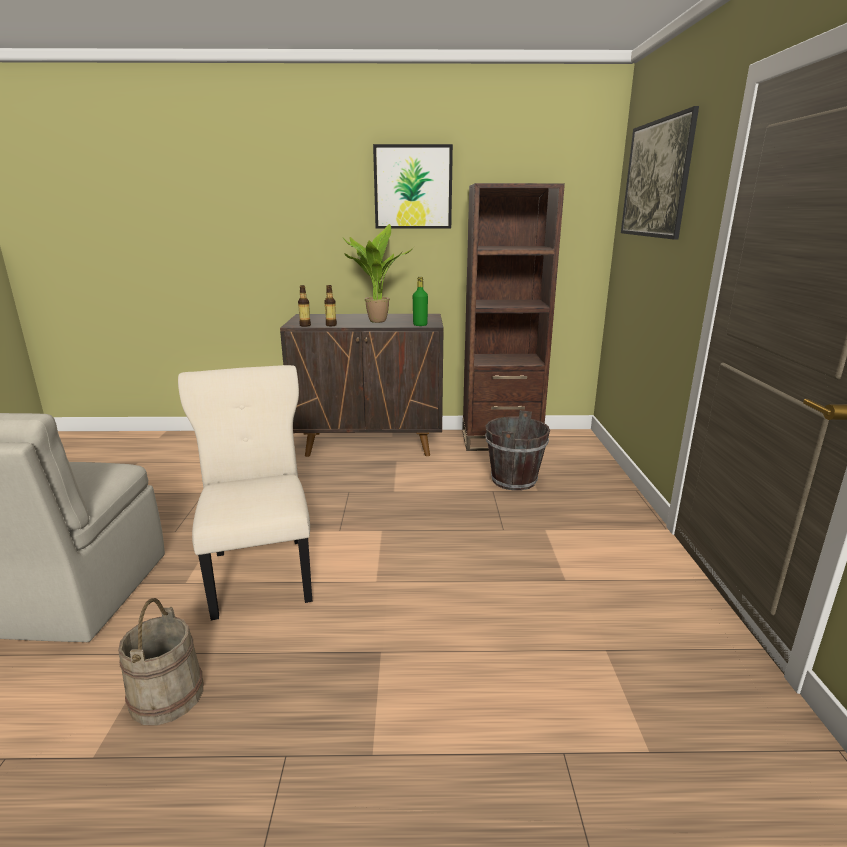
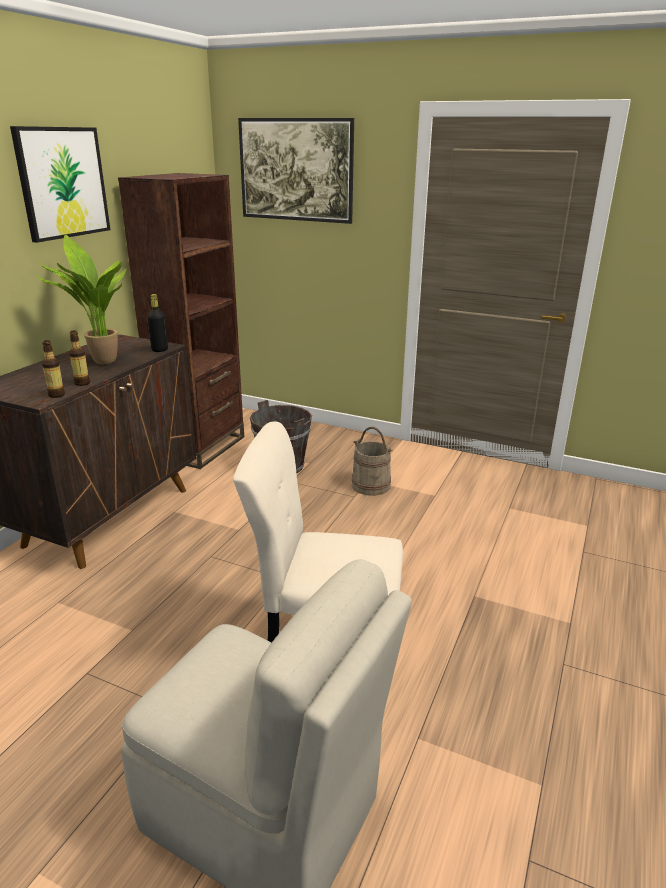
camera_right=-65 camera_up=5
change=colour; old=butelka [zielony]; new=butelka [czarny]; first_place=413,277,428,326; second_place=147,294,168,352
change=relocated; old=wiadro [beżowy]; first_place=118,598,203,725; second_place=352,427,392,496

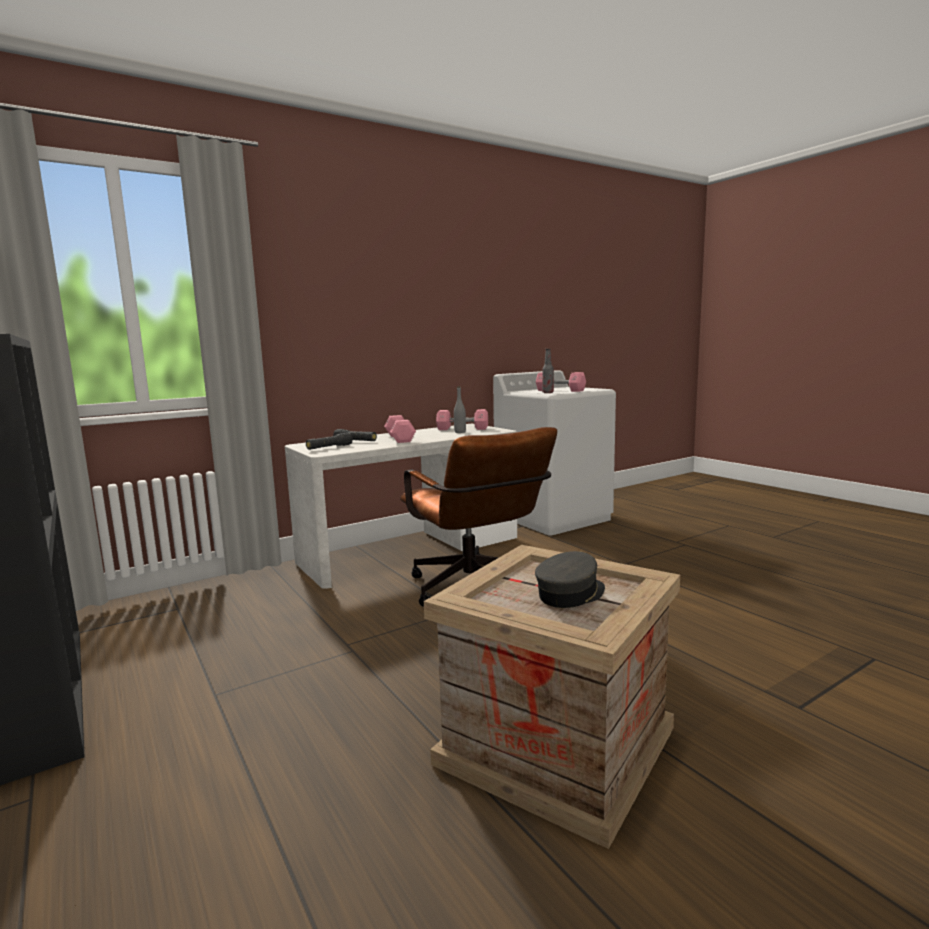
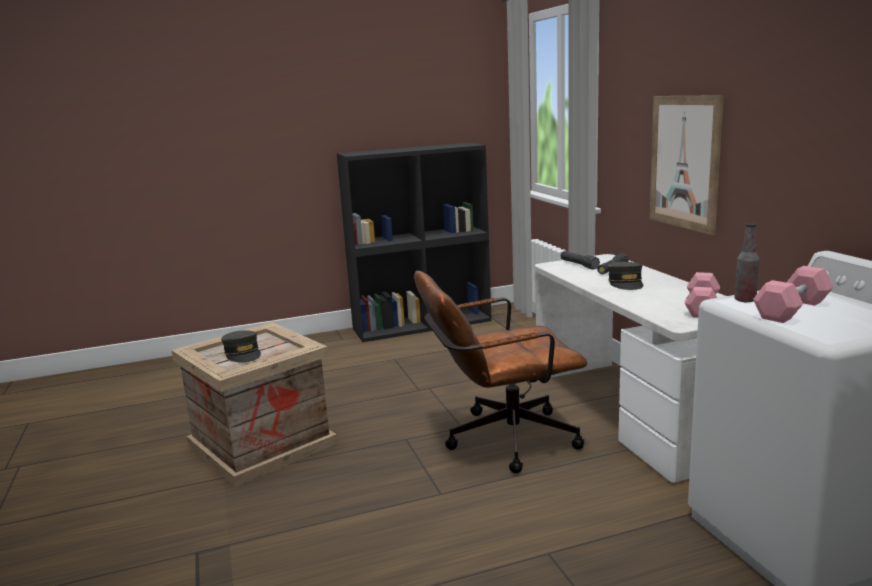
camera_right=105 camera_up=5
change=exchanged; old=hantel [różowy]; new=czapka z daszkiem [szary]; first_place=384,415,416,443; second_place=608,262,643,290
change=appeared; new=obraz; second_place=650,95,724,235
change=missing; old=butelka [szary]; first_place=454,387,466,433

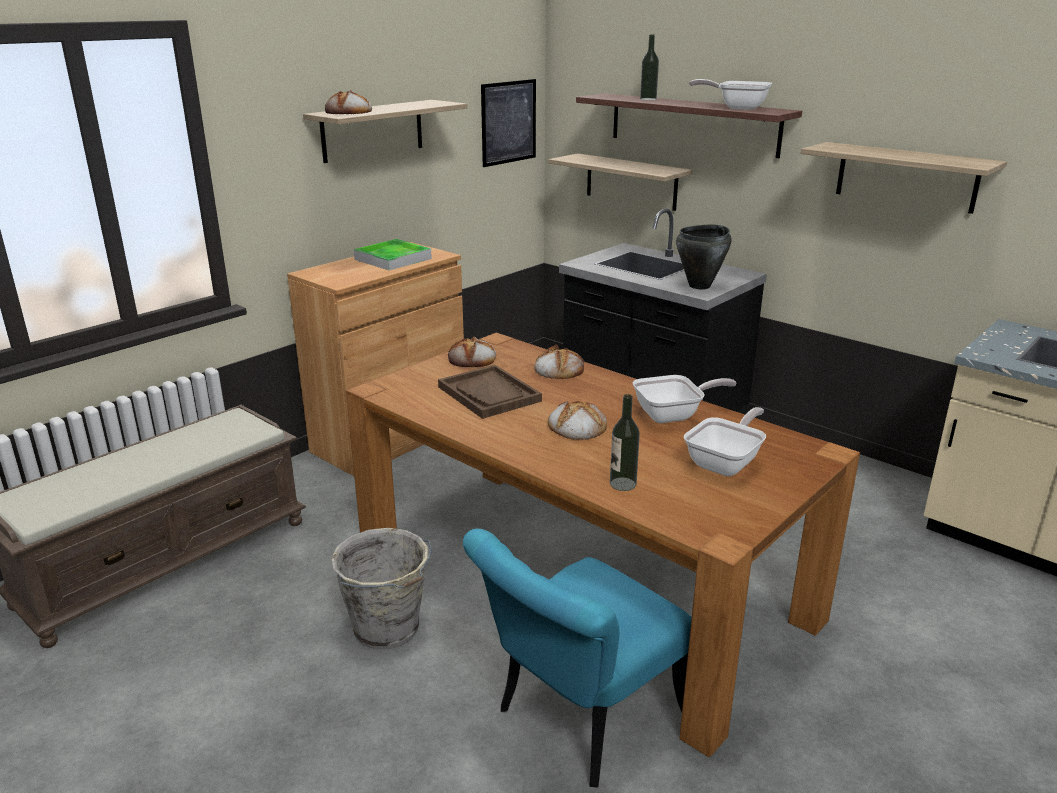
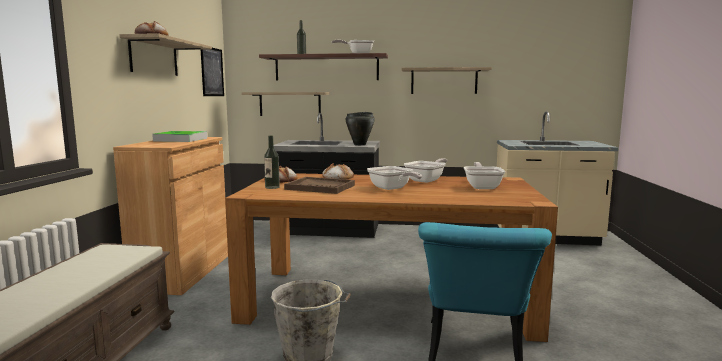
camera_right=-35 camera_up=-15
change=relocated; old=butelka; first_place=610,394,640,491; second_place=264,135,280,189
change=exchanged; old=chleb; new=patelnia; first_place=548,401,607,440; second_place=367,166,422,190

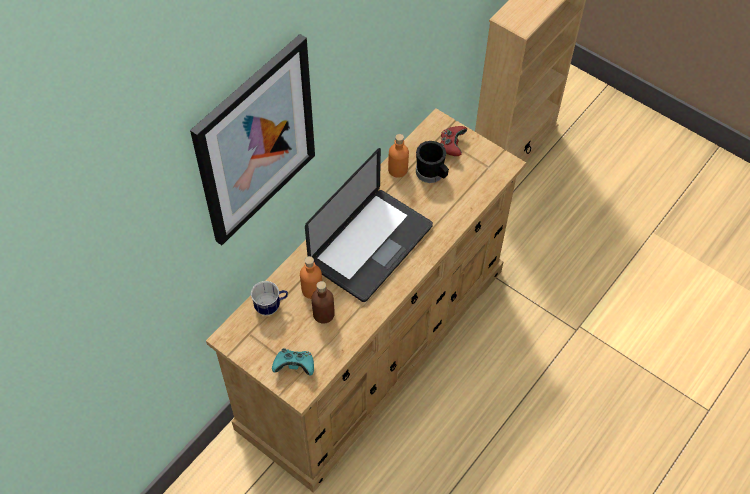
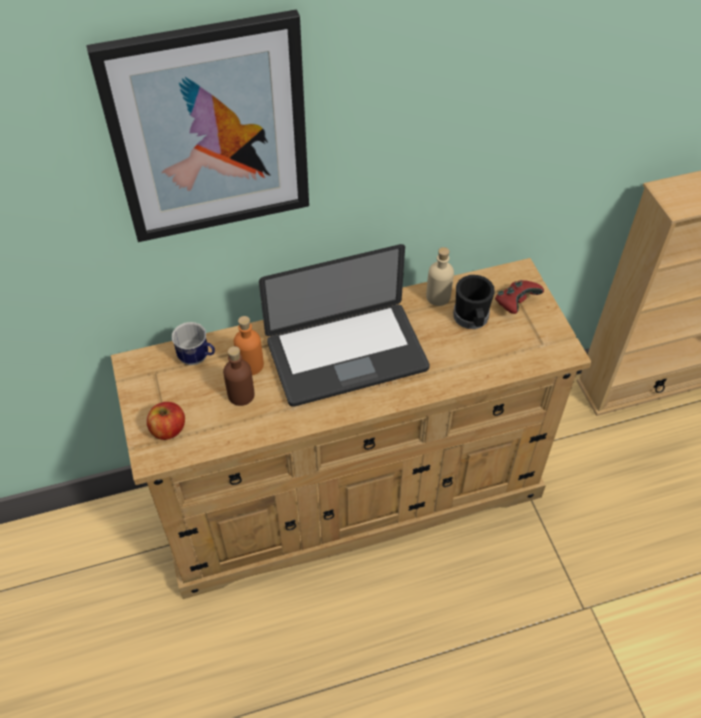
camera_right=35 camera_up=-5
change=exchanged; old=pad do gier [turkusowy]; new=jabłko; first_place=272,348,314,375; second_place=147,402,185,440
change=colour; old=butelka [pomarańczowy]; new=butelka [beżowy]; first_place=388,134,409,178; second_place=426,247,454,306

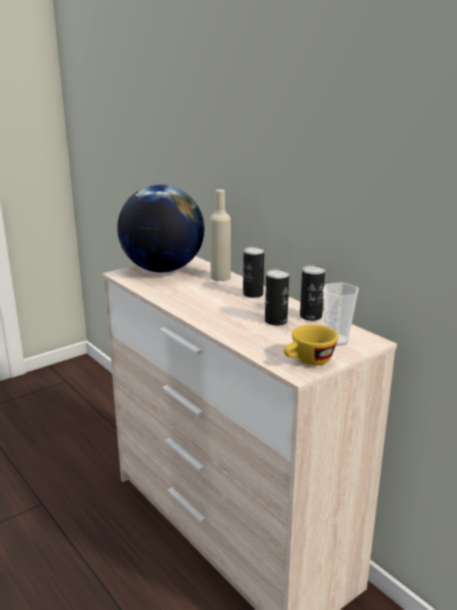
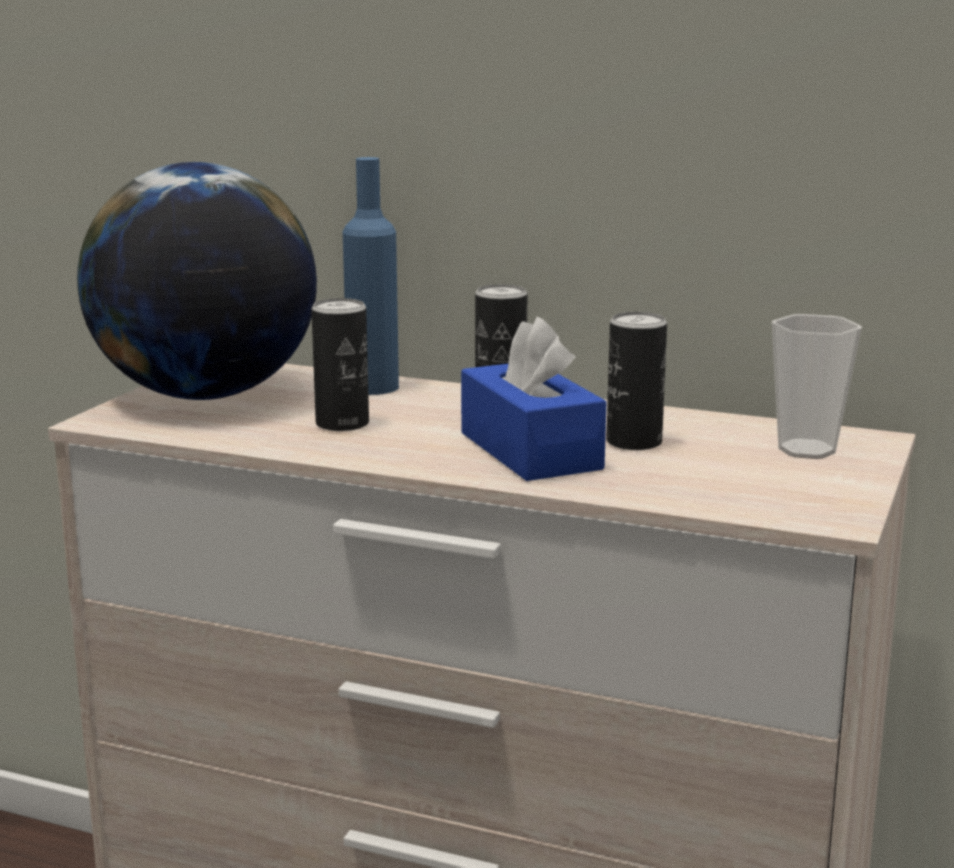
camera_right=-30 camera_up=-5
change=relocated; old=puszka; first_place=300,265,325,321; second_place=311,298,369,431
change=colour; old=butelka [beżowy]; new=butelka [niebieski]; first_place=210,189,231,281; second_place=343,157,399,395
change=appeared; new=pudełko chusteczek [niebieski]; second_place=461,317,606,481
change=missing; old=filiżanka [żółty]; first_place=284,324,338,366

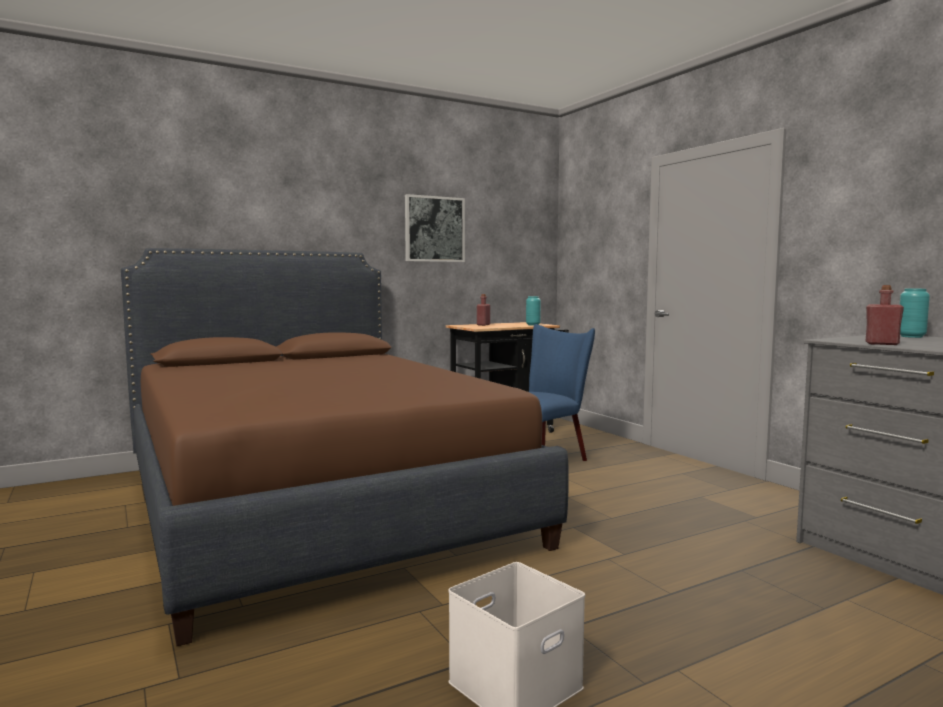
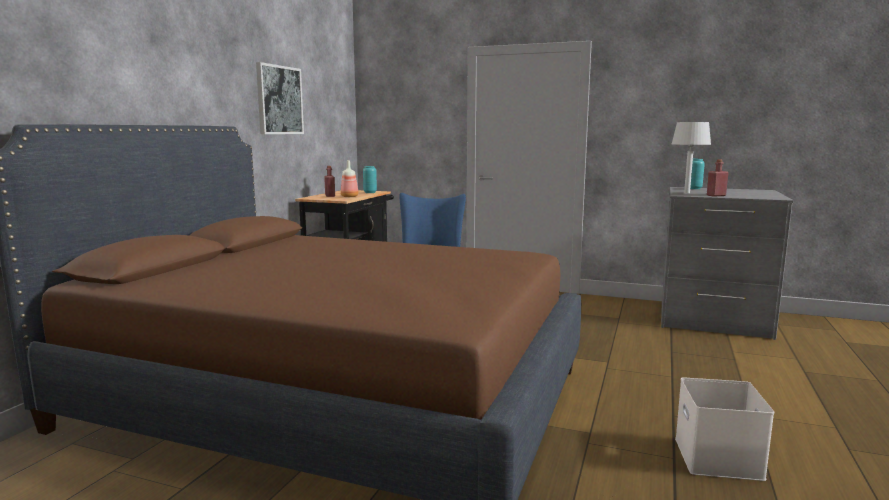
camera_right=-40 camera_up=5
change=appeared; new=butelka; second_place=341,160,359,197
change=appeared; new=lampa stołowa [szary]; second_place=672,122,711,193

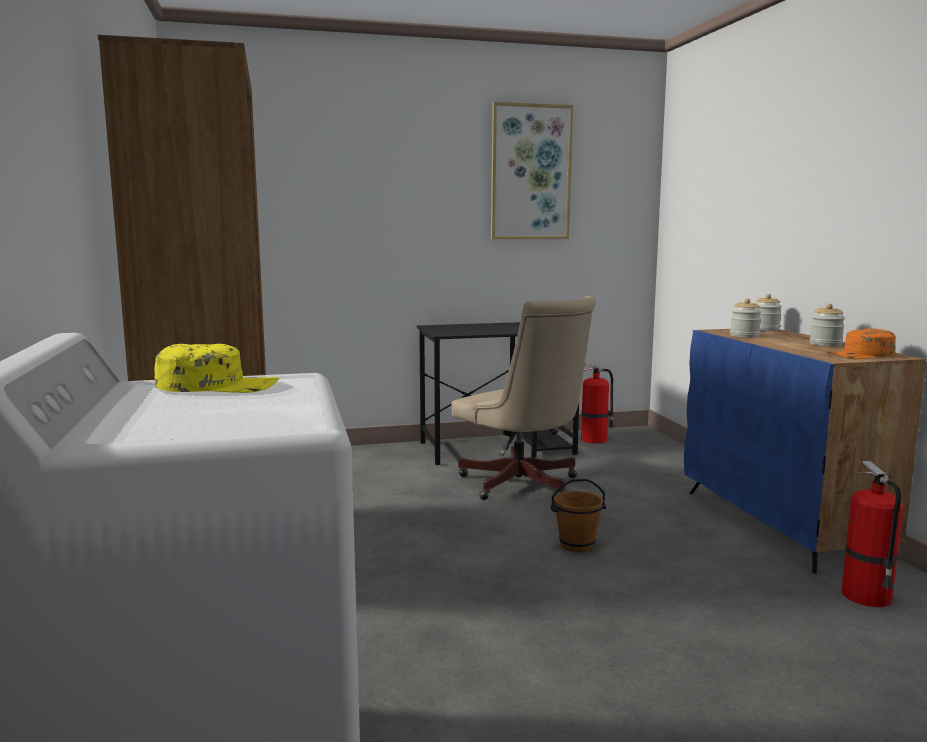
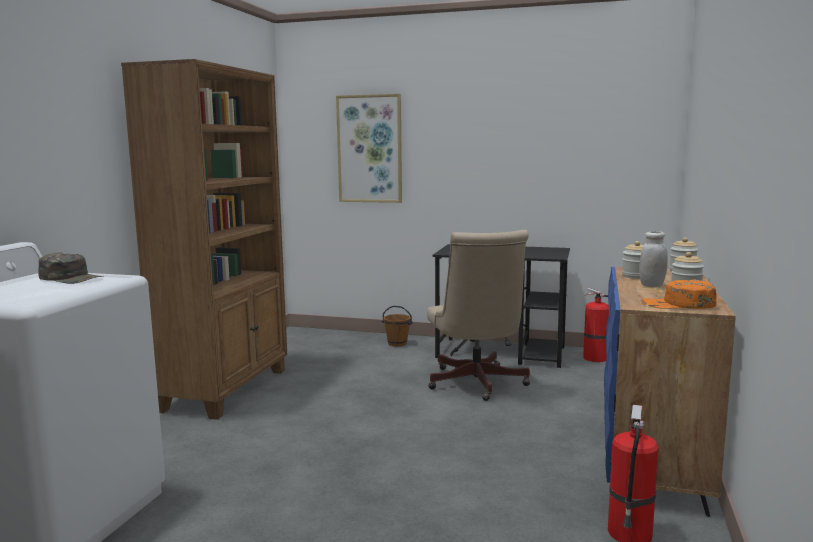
camera_right=30 camera_up=0
change=colour; old=czapka z daszkiem [żółty]; new=czapka z daszkiem [zielony]; first_place=154,344,279,393; second_place=38,253,103,284
change=relocated; old=obraz; first_place=491,102,573,239; second_place=336,94,402,203
change=relocated; old=wiadro [brązowy]; first_place=550,479,606,552; second_place=382,306,413,347
change=appeared; new=słoik [biały]; second_place=639,231,668,287

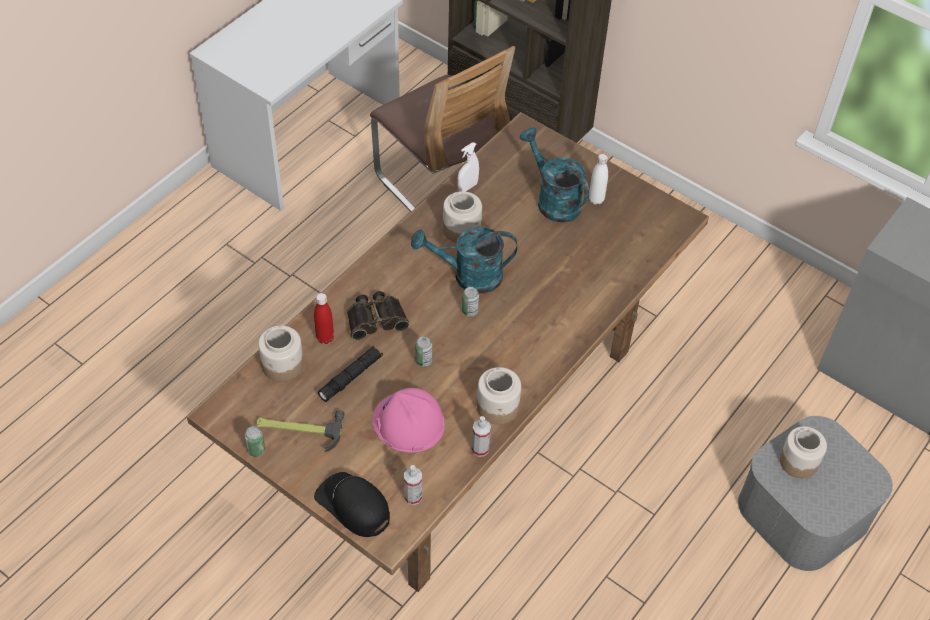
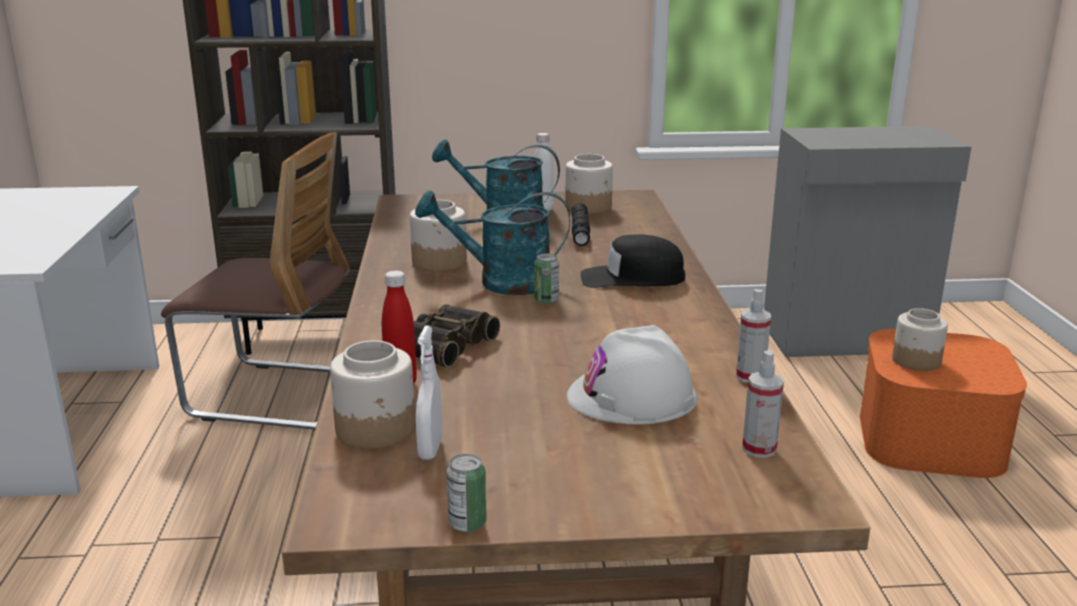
camera_right=-40 camera_up=-30
change=spun; old=konewka [turkusowy]; first_place=411,227,517,294; second_place=415,190,570,295; degrees=45
change=relocated; old=spryskiwacz [biały]; first_place=457,142,479,192; second_place=416,326,442,460
change=relocated; old=słoik; first_place=477,367,521,425; second_place=565,154,613,214
change=colour; old=kask [różowy]; new=kask [biały]; first_place=372,388,445,453; second_place=567,325,697,425
change=relocated; old=latarka [czarny]; first_place=318,346,383,402; second_place=572,203,590,246
change=relocated; old=czapka z daszkiem [czarny]; first_place=314,472,390,537; second_place=581,234,685,288
change=colour; old=pojemnik do przechowywania [szary]; new=pojemnik do przechowywania [pomarańczowy]; first_place=738,416,893,571; second_place=860,329,1027,478
change=missing; old=młotek; first_place=257,410,345,452
change=missing; old=puszka; first_place=415,337,432,367

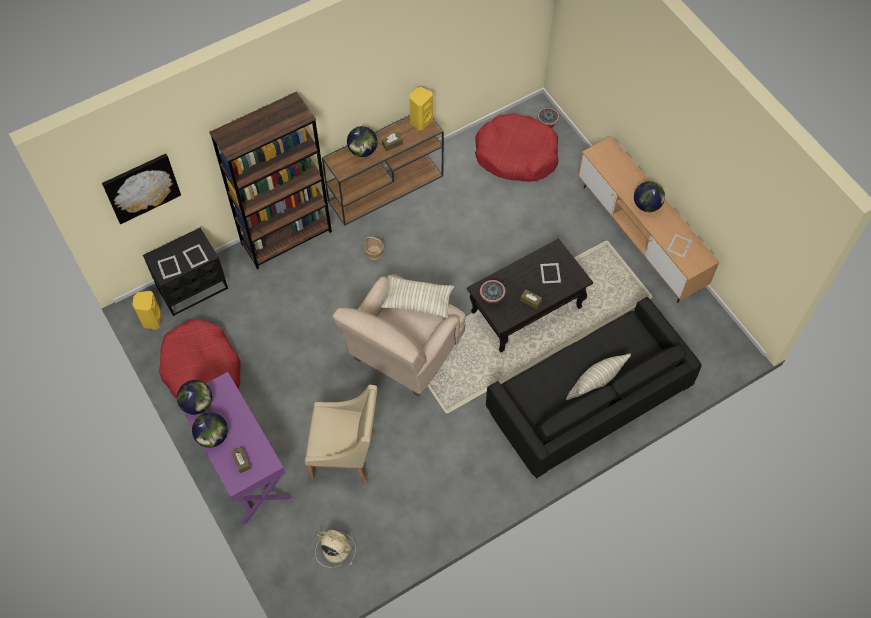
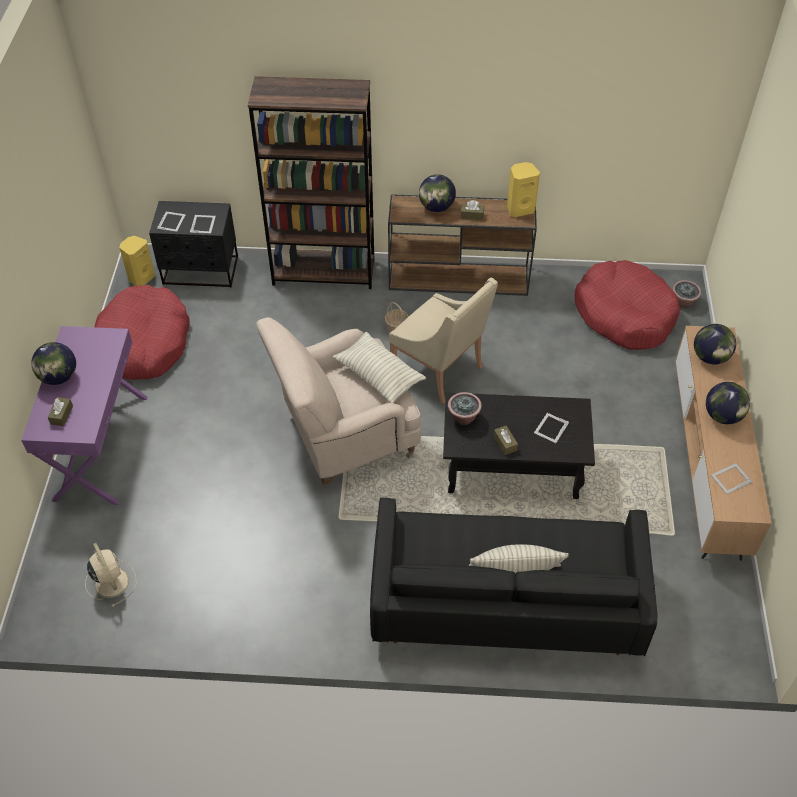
camera_right=35 camera_up=-10
change=relocated; old=fotel [beżowy]; first_place=305,385,377,482; second_place=389,278,498,404
change=relocated; old=globus; first_place=177,380,212,415; second_place=694,324,736,364
change=missing; old=obraz; first_place=102,154,181,224

